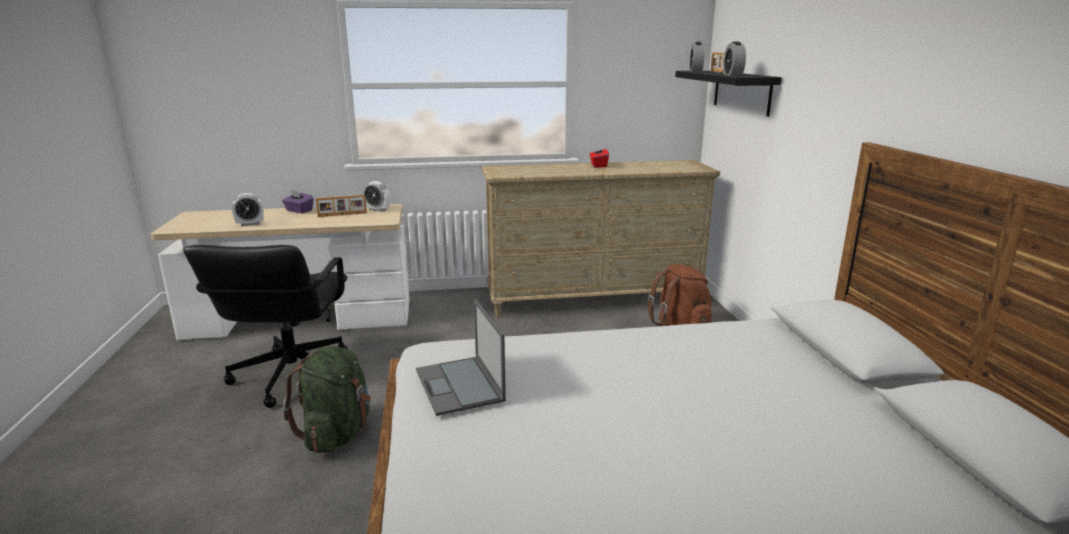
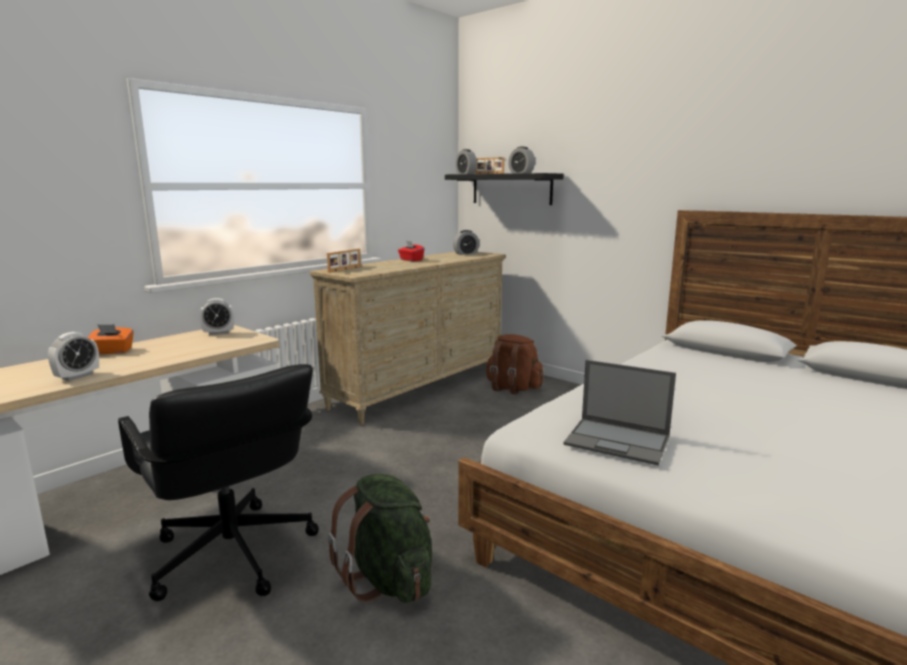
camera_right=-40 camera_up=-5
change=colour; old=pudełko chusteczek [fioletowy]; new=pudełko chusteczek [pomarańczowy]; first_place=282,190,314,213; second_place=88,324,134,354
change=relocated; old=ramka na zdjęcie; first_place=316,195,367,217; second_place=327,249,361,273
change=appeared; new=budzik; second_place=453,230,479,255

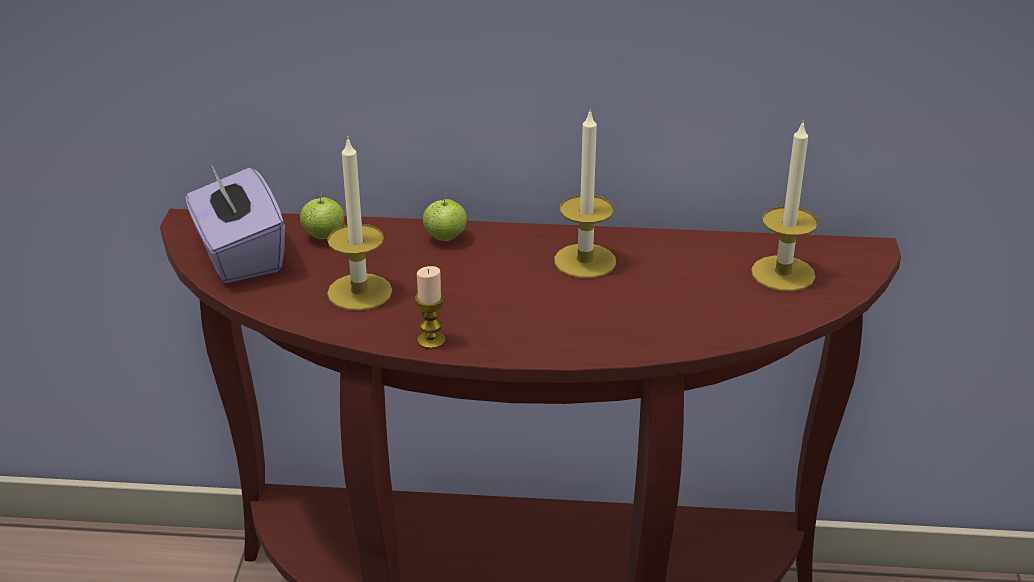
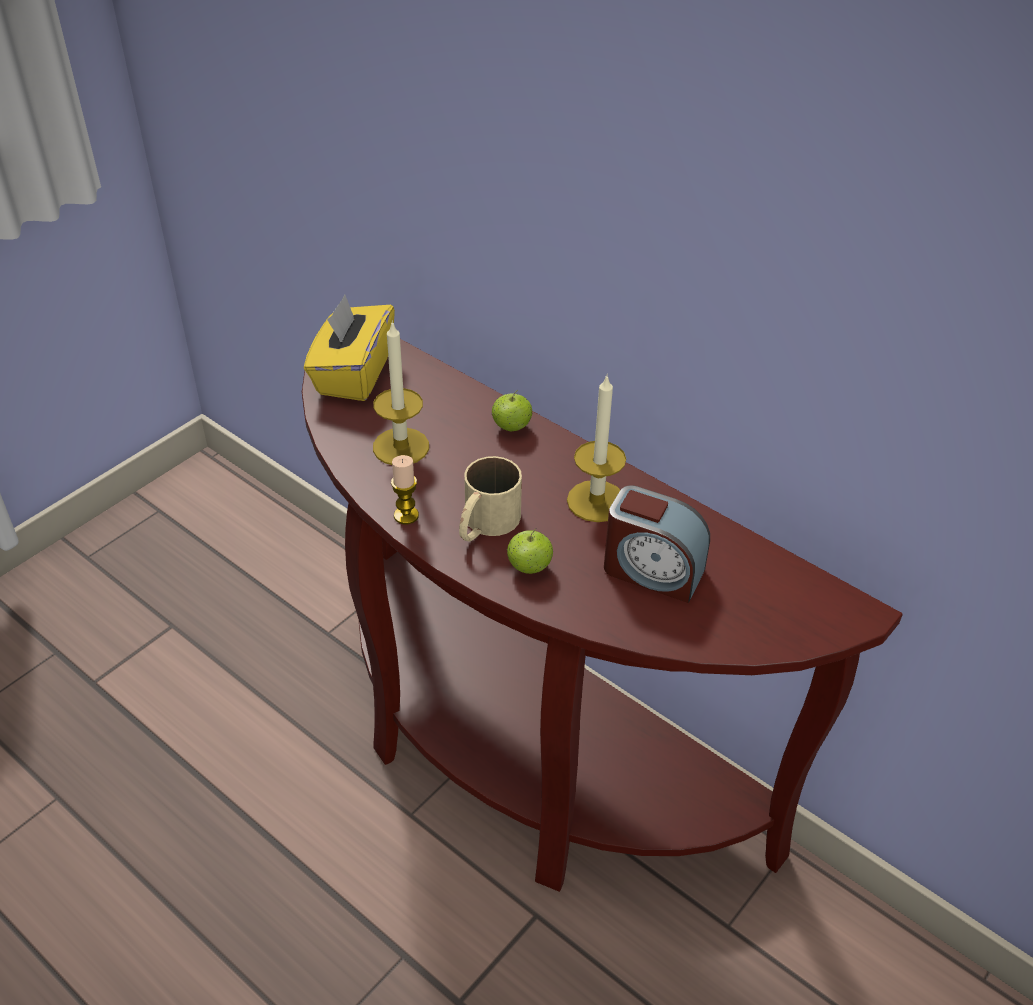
camera_right=35 camera_up=10
change=colour; old=pudełko chusteczek [fioletowy]; new=pudełko chusteczek [żółty]; first_place=186,164,285,283; second_place=304,295,395,401
change=appeared; new=kubek [beżowy]; second_place=459,456,522,541
change=relocated; old=jabłko; first_place=300,190,344,239; second_place=507,528,553,574
change=appeared; new=budzik; second_place=604,485,710,603
change=missing; old=świeca; first_place=751,120,818,291

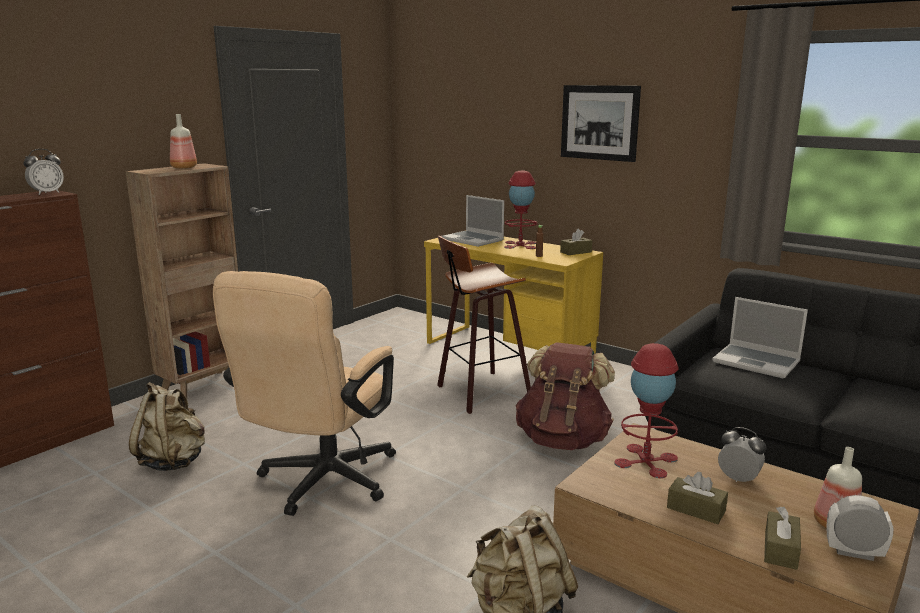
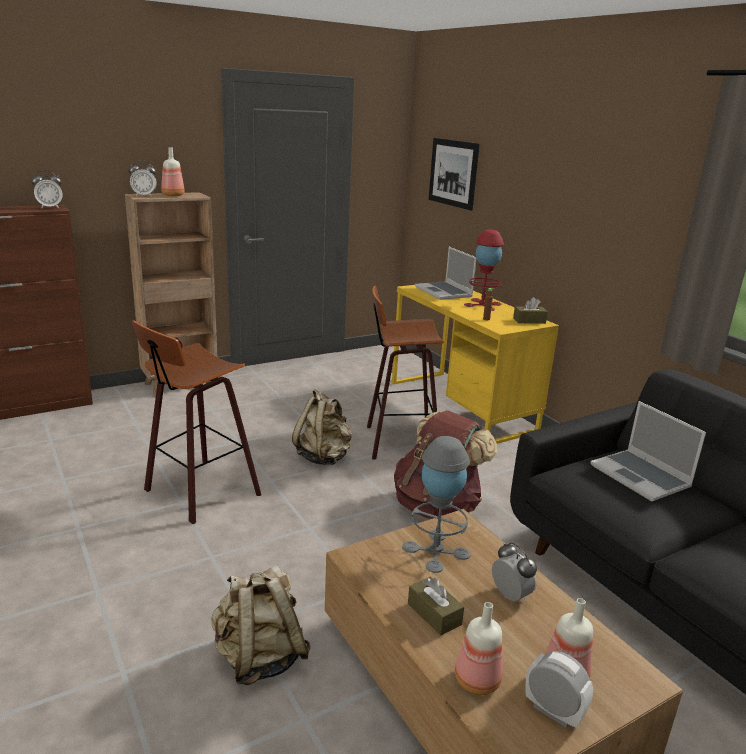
camera_right=20 camera_up=5
change=appeared; new=budzik; second_place=129,160,157,197
change=exchanged; old=krzesło biurowe [beżowy]; new=stołek; first_place=213,271,396,516; second_place=132,320,261,524
change=relocated; old=plecak [beżowy]; first_place=129,382,205,471; second_place=292,389,352,465
change=colour; old=lampa stołowa [czerwony]; new=lampa stołowa [szary]; first_place=614,343,679,478; second_place=402,436,471,573
change=relocated; old=obraz; first_place=561,85,641,162; second_place=429,138,480,210
change=exchanged; old=pudełko chusteczek [brązowy]; new=butelka; first_place=764,507,801,570; second_place=455,602,503,695

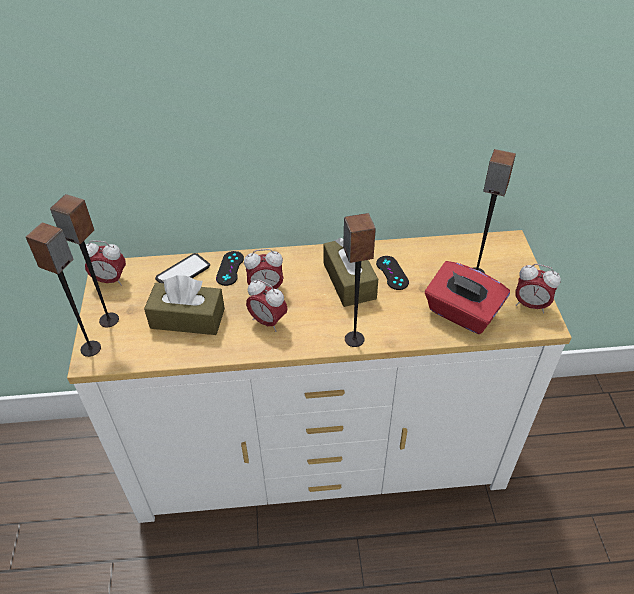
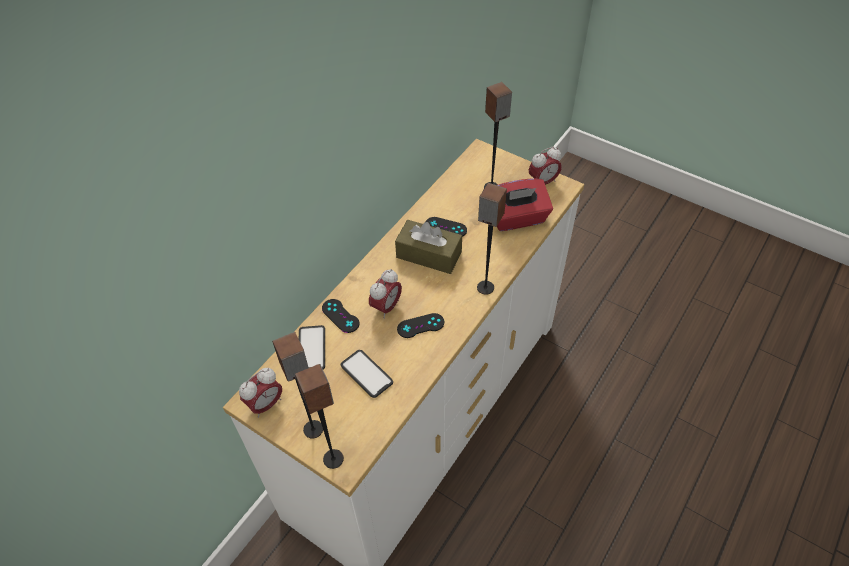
camera_right=-50 camera_up=5
change=exchanged; old=pudełko chusteczek [brązowy]; new=telefon; first_place=144,275,225,335; second_place=341,350,393,398
change=exchanged; old=budzik; new=pad do gier [czarny]; first_place=246,279,288,332; second_place=397,313,444,338

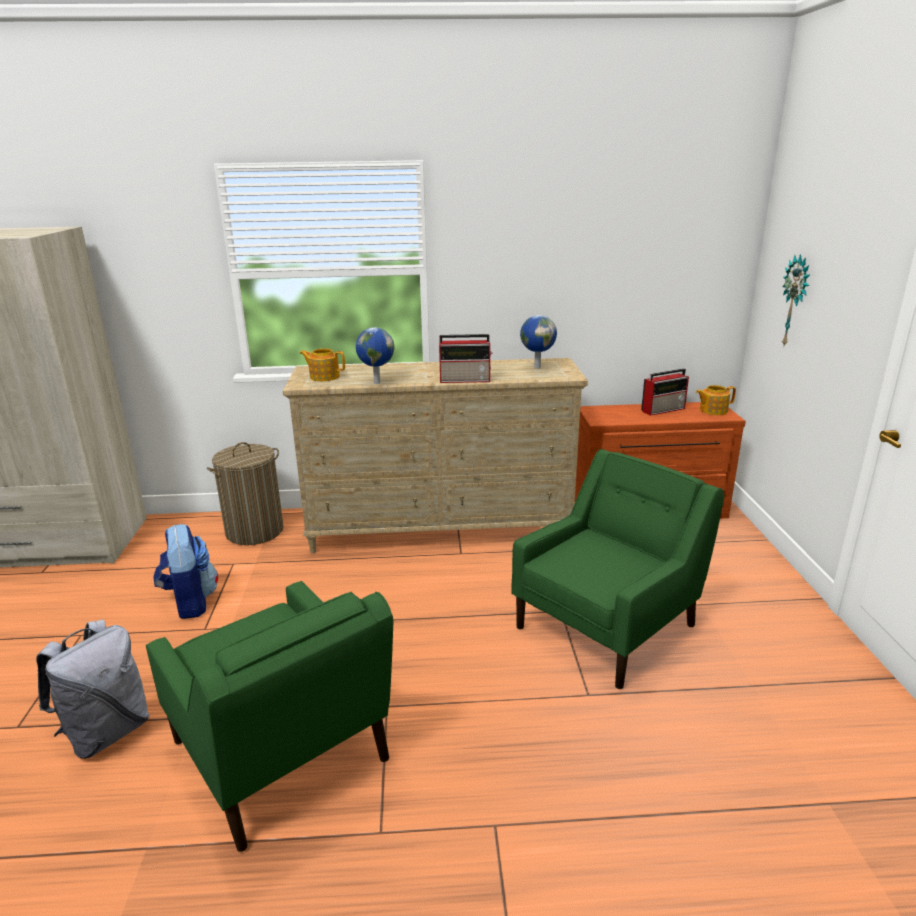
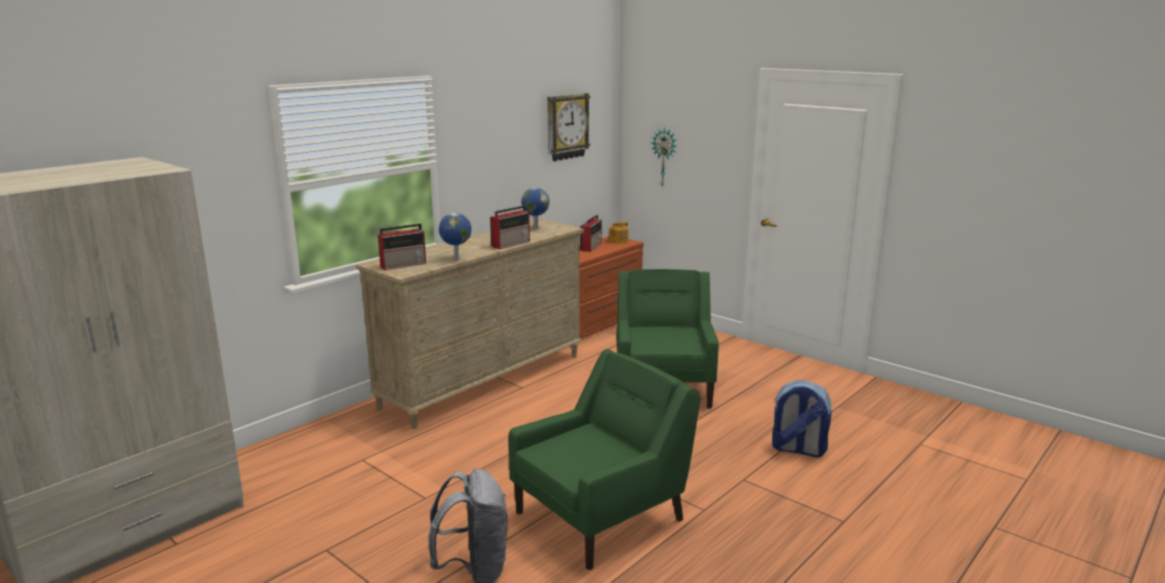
camera_right=-45 camera_up=-5
change=exchanged; old=imbryk; new=radio; first_place=299,348,345,381; second_place=378,224,426,270
change=spun; old=fotel [zielony]; first_place=146,581,393,852; second_place=509,349,701,570; degrees=-45
change=appeared; new=zegar ścienny; second_place=547,93,591,161
change=relocated; old=plecak; first_place=154,524,218,619; second_place=772,380,832,457
change=missing; old=kosz na pranie; first_place=207,442,284,545

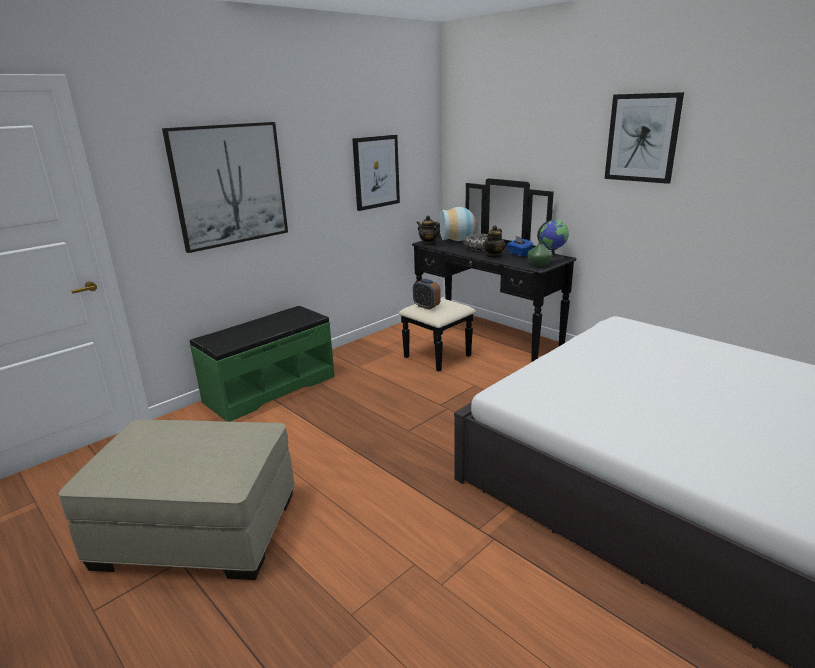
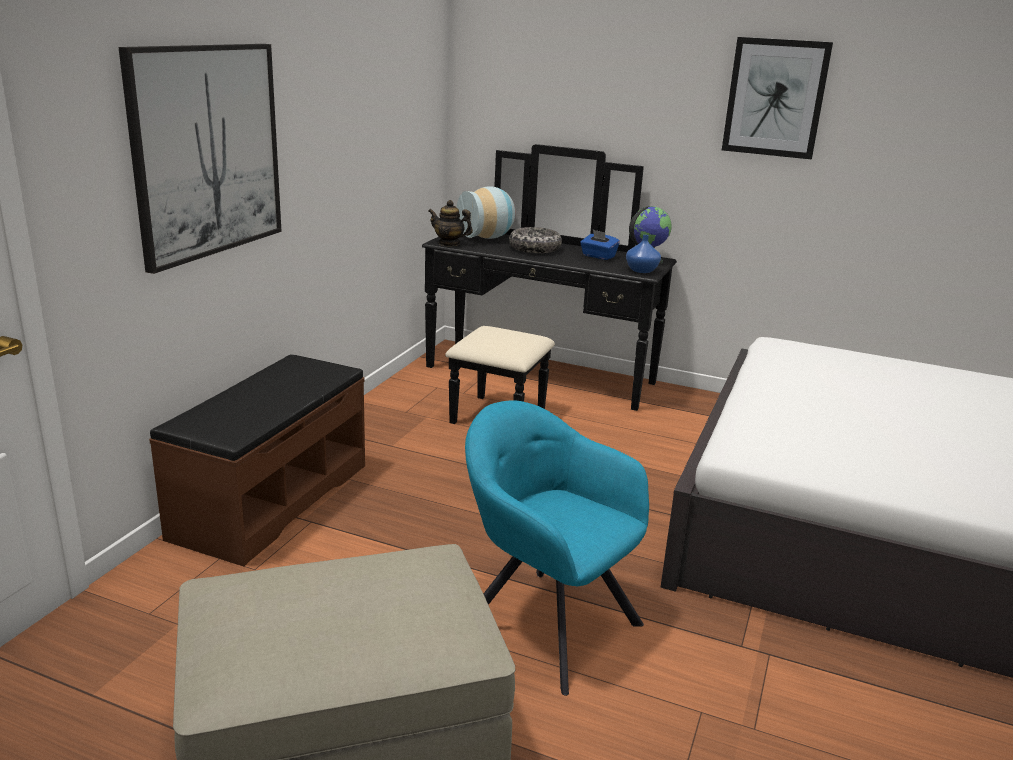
camera_right=-25 camera_up=0
change=colour; old=ławka [zielony]; new=ławka [brązowy]; first_place=190,306,335,422; second_place=149,354,365,566
change=appeared; new=fotel [turkusowy]; second_place=465,400,649,696
change=colour; old=wazon [zielony]; new=wazon [niebieski]; first_place=528,239,553,266; second_place=626,235,661,273
change=missing; old=obraz; first_place=352,135,400,211
change=missing; old=budzik; first_place=413,279,441,310
change=missing; old=imbryk; first_place=483,225,506,258

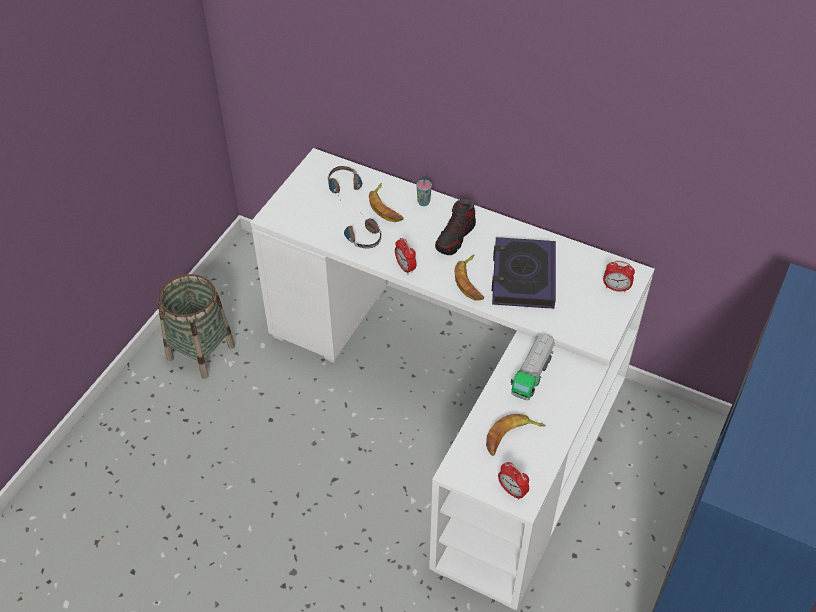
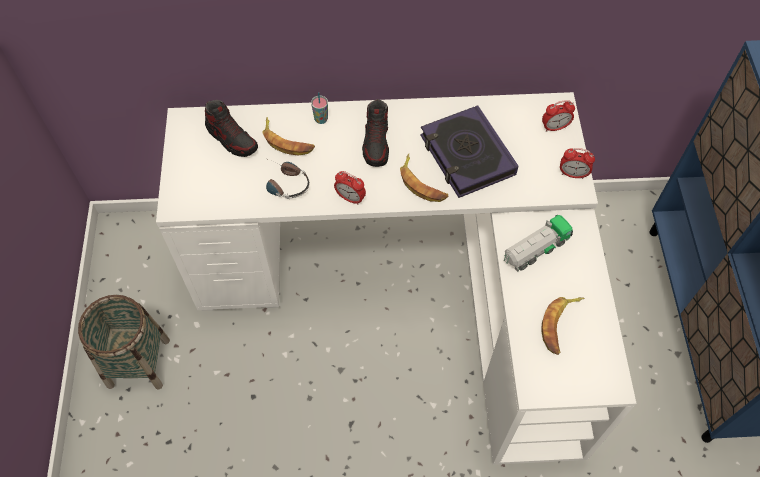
camera_right=-30 camera_up=10
change=exchanged; old=słuchawki; new=but; first_place=328,166,362,201; second_place=205,100,258,157
change=spun; old=ciężarówka zabawkowa; first_place=511,334,555,400; second_place=504,215,573,272; degrees=-120
change=relocated; old=budzik; first_place=498,462,529,500; second_place=560,148,595,179

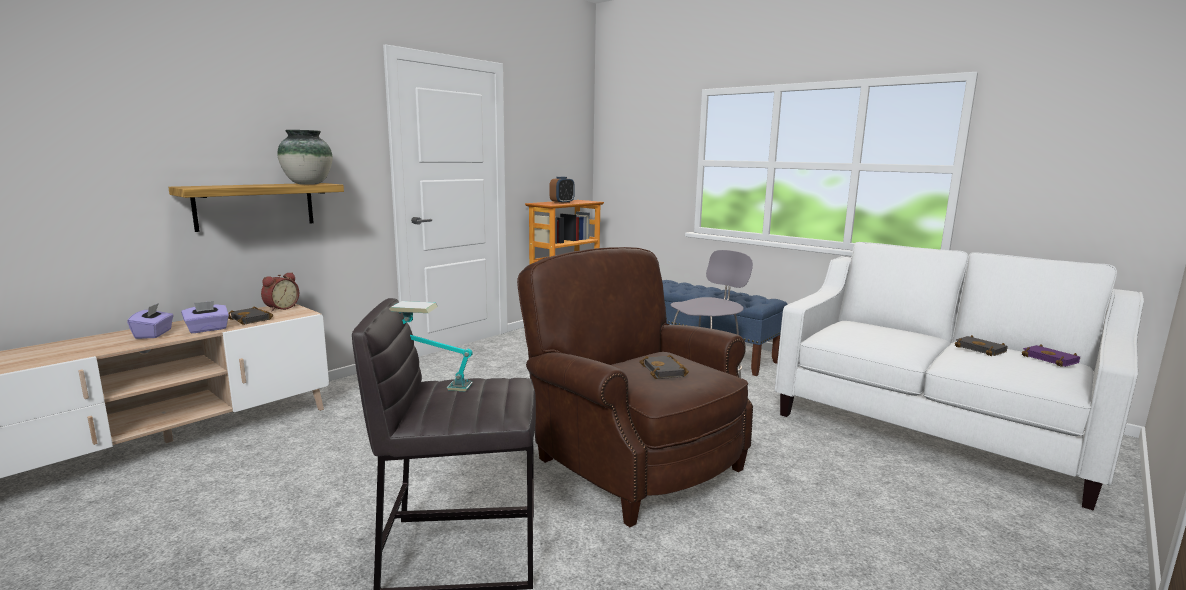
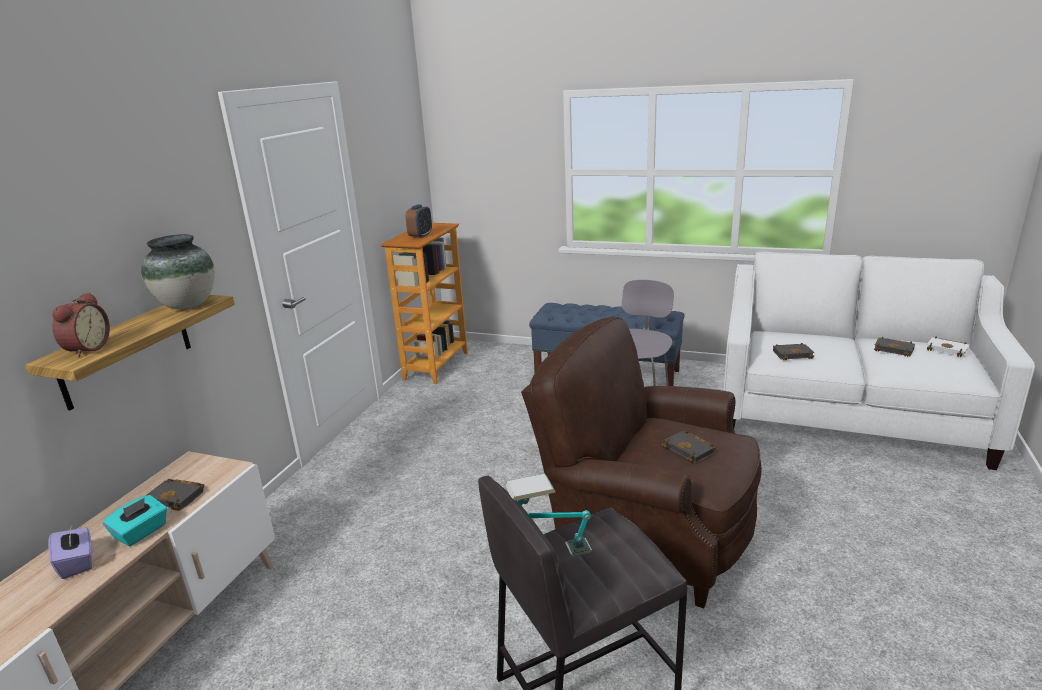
camera_right=-20 camera_up=10
change=relocated; old=budzik; first_place=261,272,299,311; second_place=52,292,110,357
change=colour; old=pudełko chusteczek [fioletowy]; new=pudełko chusteczek [turkusowy]; first_place=181,301,229,333; second_place=103,495,167,547
change=appeared; new=książka [czarny]; second_place=773,343,814,360
change=colour; old=książka [fioletowy]; new=książka [biały]; first_place=1022,344,1080,367; second_place=926,337,969,357

